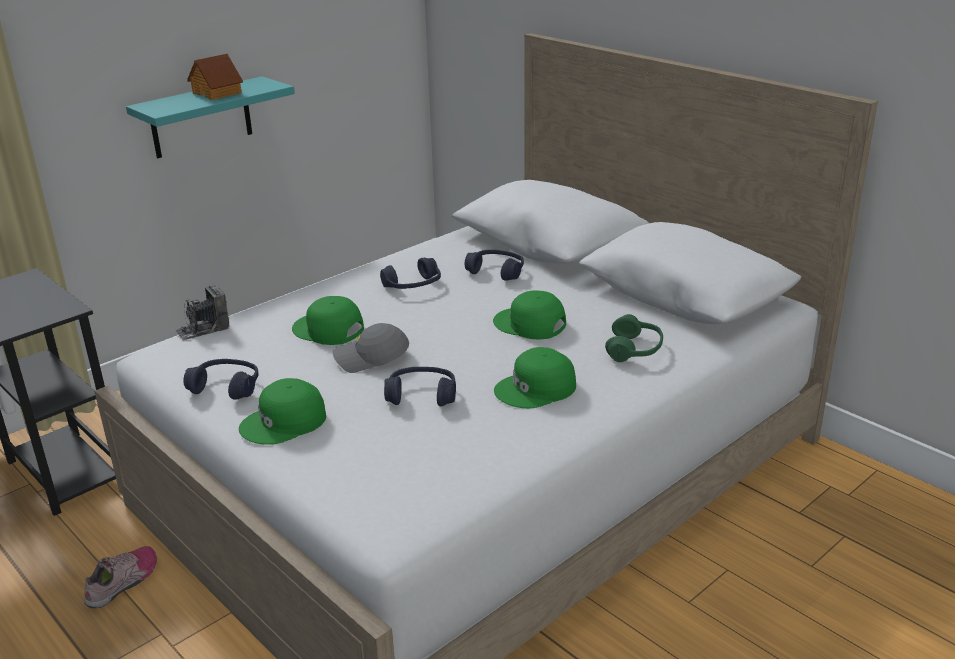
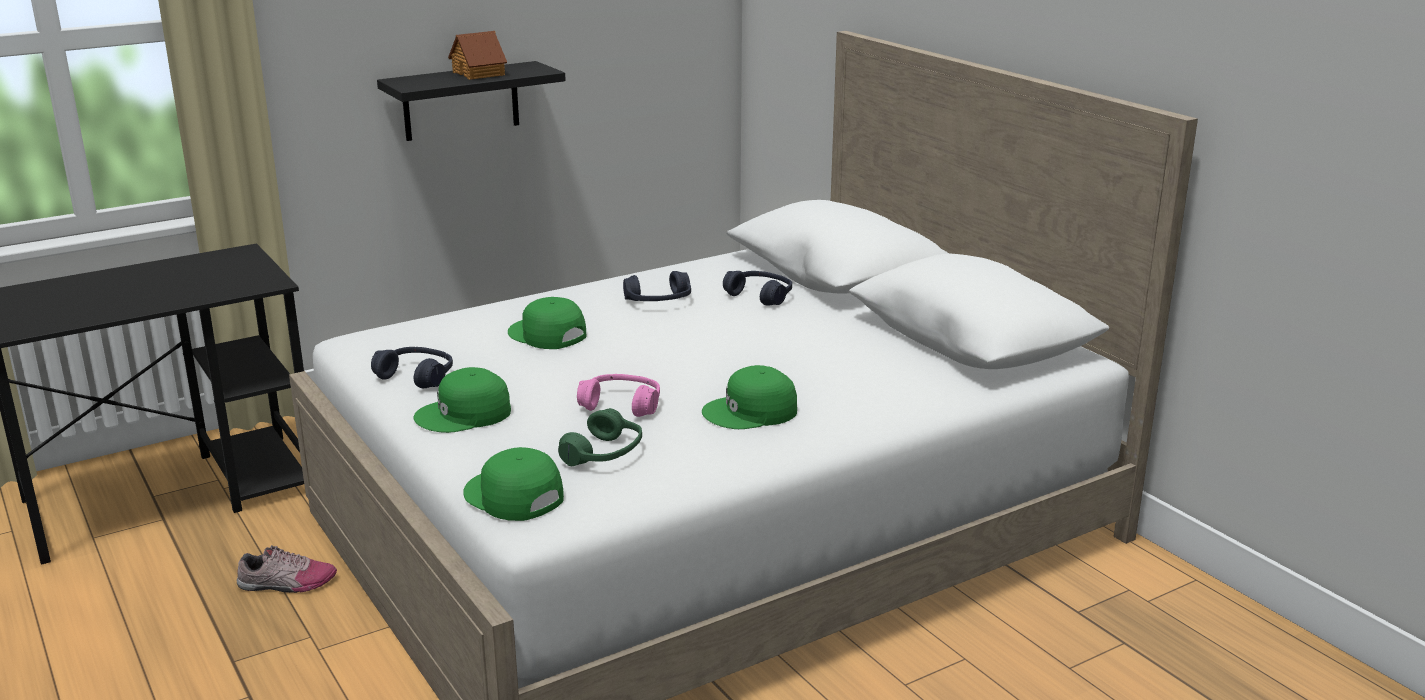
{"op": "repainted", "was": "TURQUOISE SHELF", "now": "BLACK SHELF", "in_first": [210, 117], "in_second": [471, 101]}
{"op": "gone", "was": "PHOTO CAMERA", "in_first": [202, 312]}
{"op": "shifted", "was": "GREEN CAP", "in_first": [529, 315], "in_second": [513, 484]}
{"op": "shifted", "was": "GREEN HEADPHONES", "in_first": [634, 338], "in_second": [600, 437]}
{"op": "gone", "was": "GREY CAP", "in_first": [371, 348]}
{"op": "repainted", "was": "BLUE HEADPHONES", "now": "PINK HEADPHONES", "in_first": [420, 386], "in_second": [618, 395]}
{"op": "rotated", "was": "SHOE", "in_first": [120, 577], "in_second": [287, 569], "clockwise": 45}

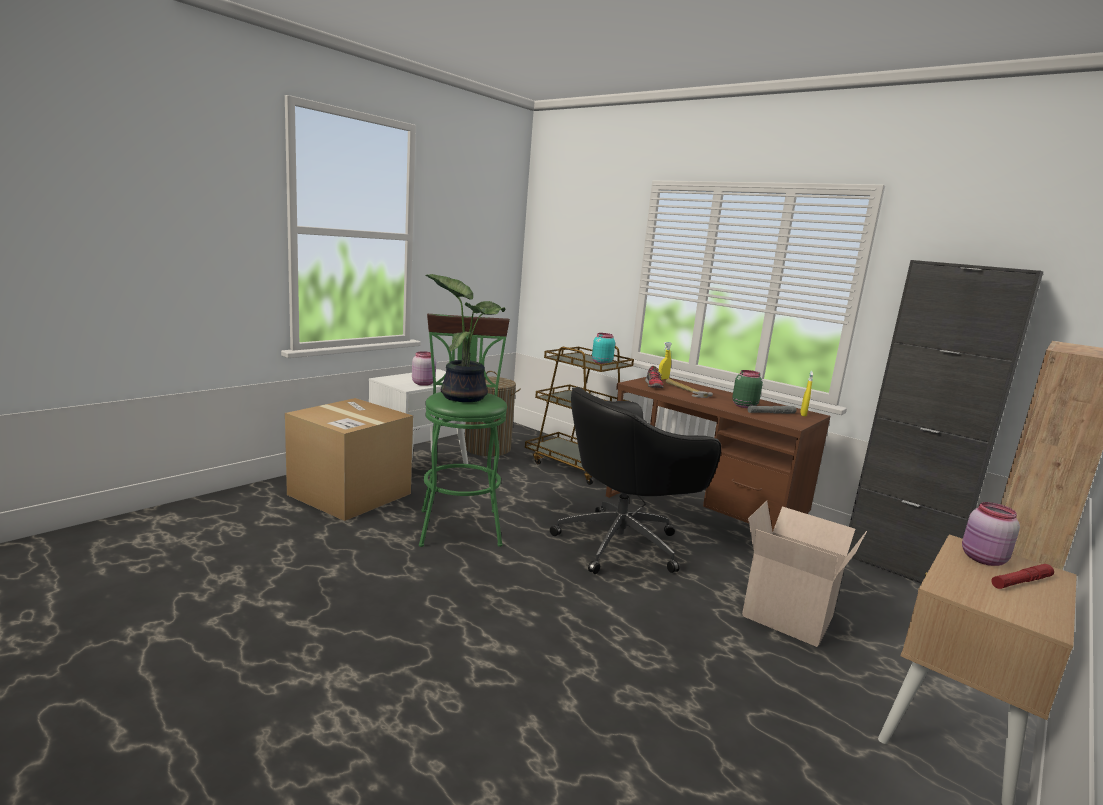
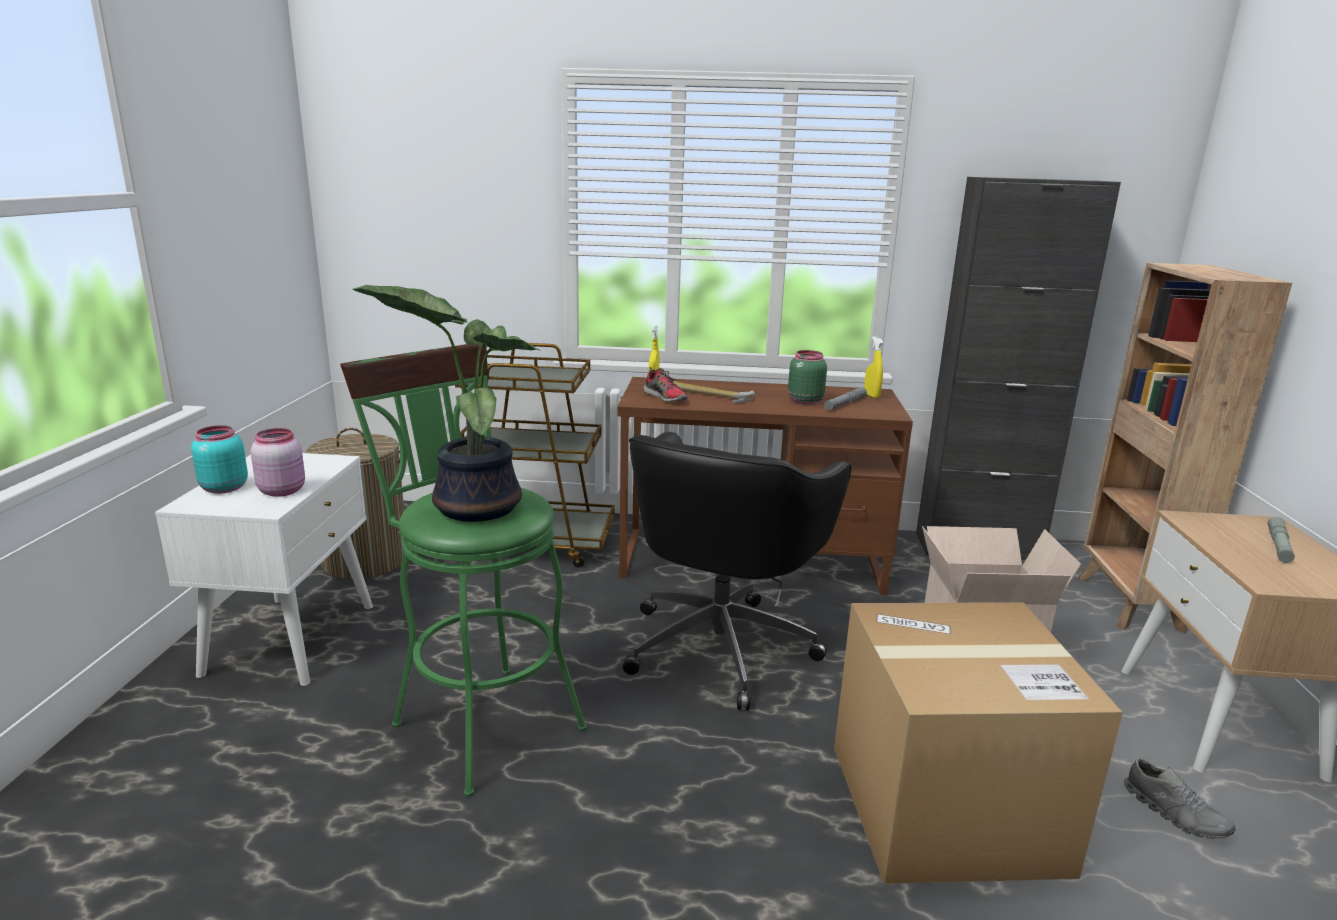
{"op": "shifted", "was": "TURQUOISE JAR", "in_first": [603, 348], "in_second": [219, 459]}
{"op": "shifted", "was": "CARDBOARD BOX", "in_first": [349, 459], "in_second": [978, 743]}
{"op": "gone", "was": "PINK JAR", "in_first": [991, 534]}
{"op": "repainted", "was": "RED FLASHLIGHT", "now": "GREY FLASHLIGHT", "in_first": [1022, 576], "in_second": [1281, 540]}
{"op": "new", "now": "GREY SHOE", "in_second": [1179, 798]}

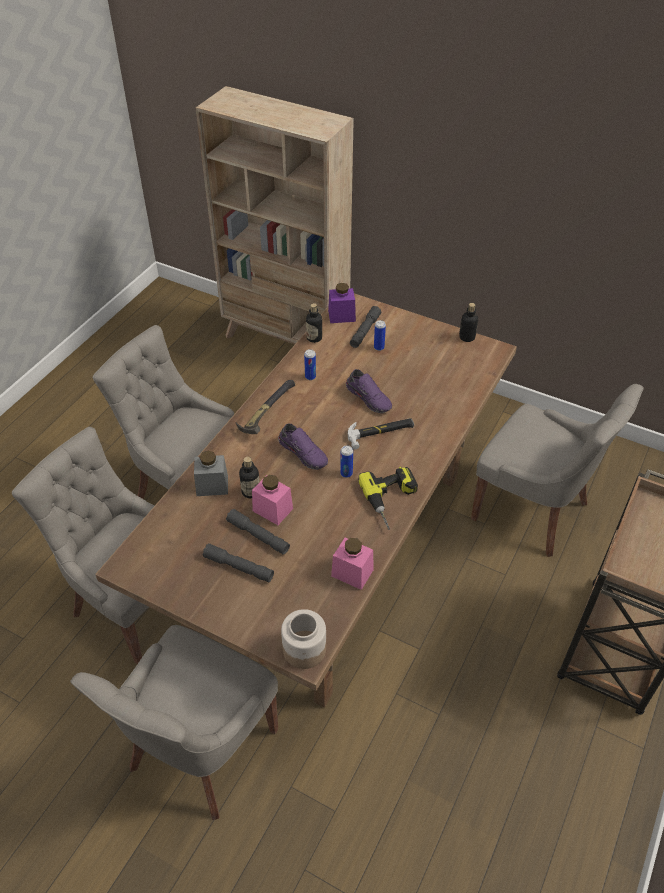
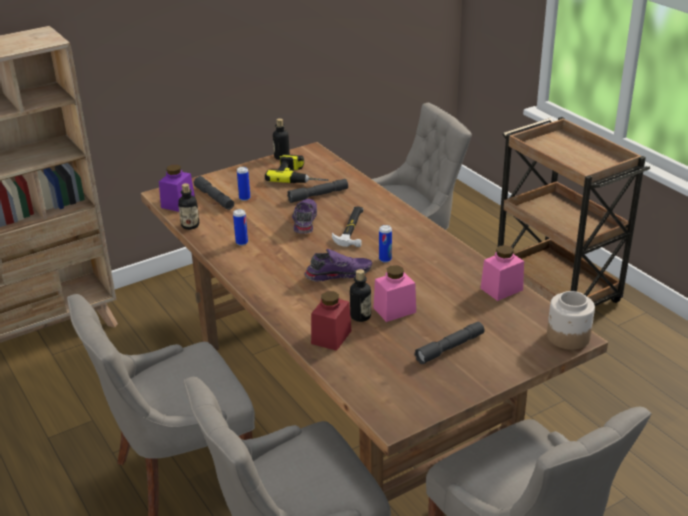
{"op": "rotated", "was": "PURPLE SHOE", "in_first": [369, 391], "in_second": [304, 216], "clockwise": -75}
{"op": "gone", "was": "HAMMER", "in_first": [265, 407]}
{"op": "repainted", "was": "GREY JAR", "now": "RED JAR", "in_first": [211, 473], "in_second": [331, 321]}
{"op": "shifted", "was": "POWER DRILL", "in_first": [388, 498], "in_second": [297, 168]}
{"op": "shifted", "was": "GREY FLASHLIGHT", "in_first": [258, 532], "in_second": [317, 191]}

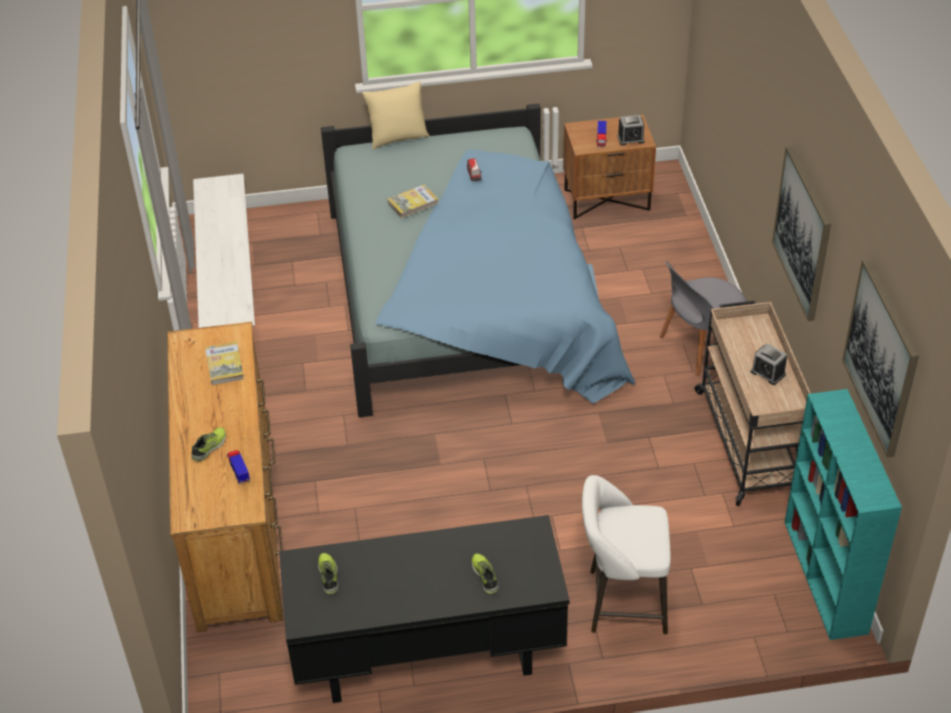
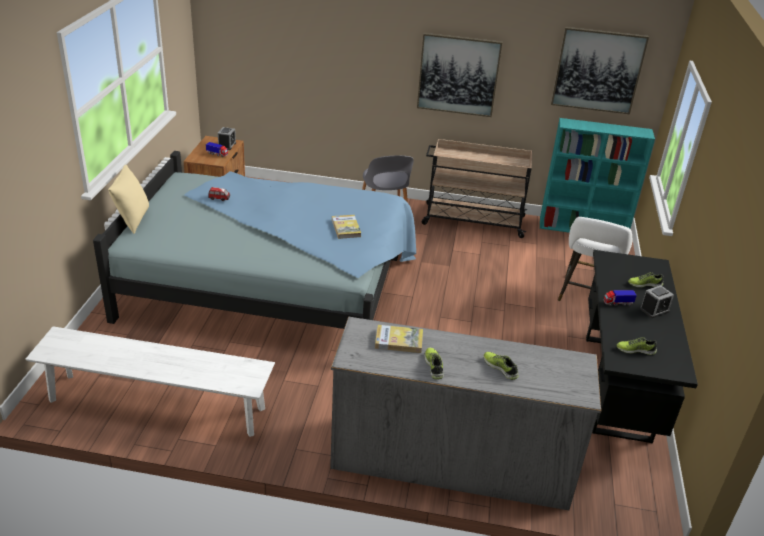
{"op": "shifted", "was": "BOOK", "in_first": [412, 201], "in_second": [346, 227]}
{"op": "repainted", "was": "BROWN DRESSER", "now": "GREY DRESSER", "in_first": [225, 477], "in_second": [465, 413]}
{"op": "shifted", "was": "ALARM CLOCK", "in_first": [769, 364], "in_second": [657, 301]}
{"op": "shifted", "was": "TOY TRUCK", "in_first": [238, 467], "in_second": [620, 298]}
{"op": "new", "now": "SHOE", "in_second": [433, 364]}

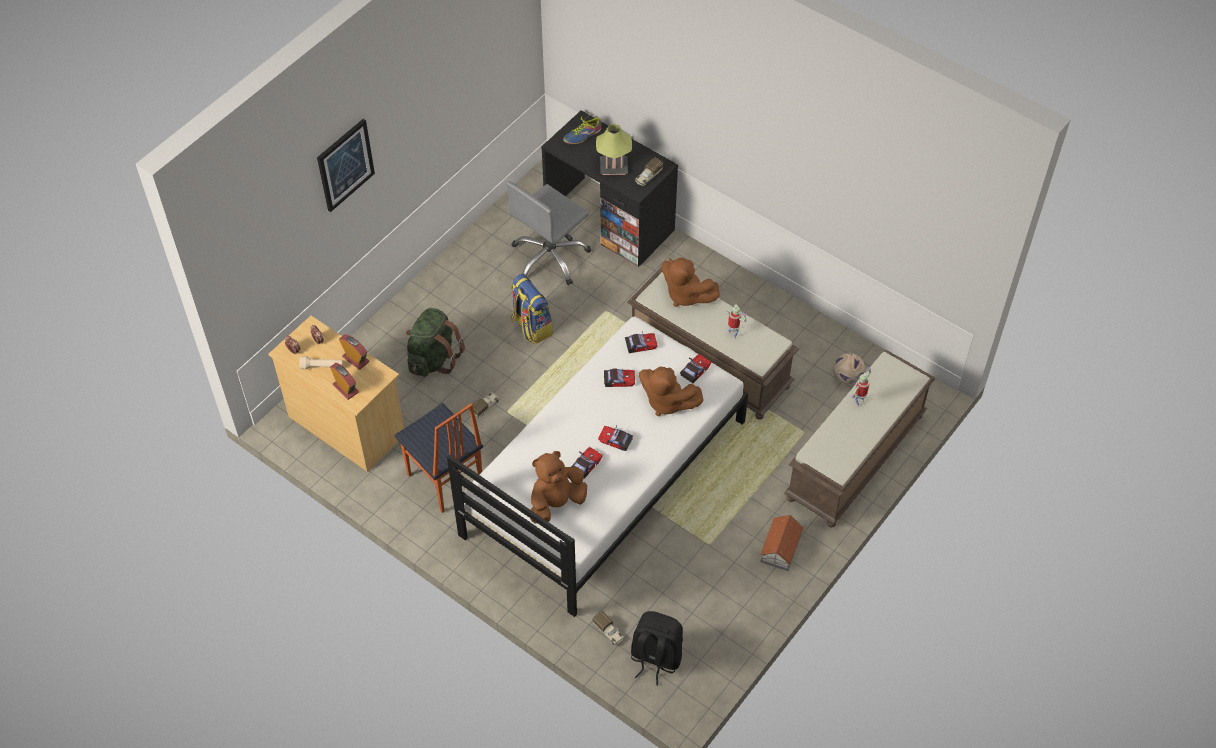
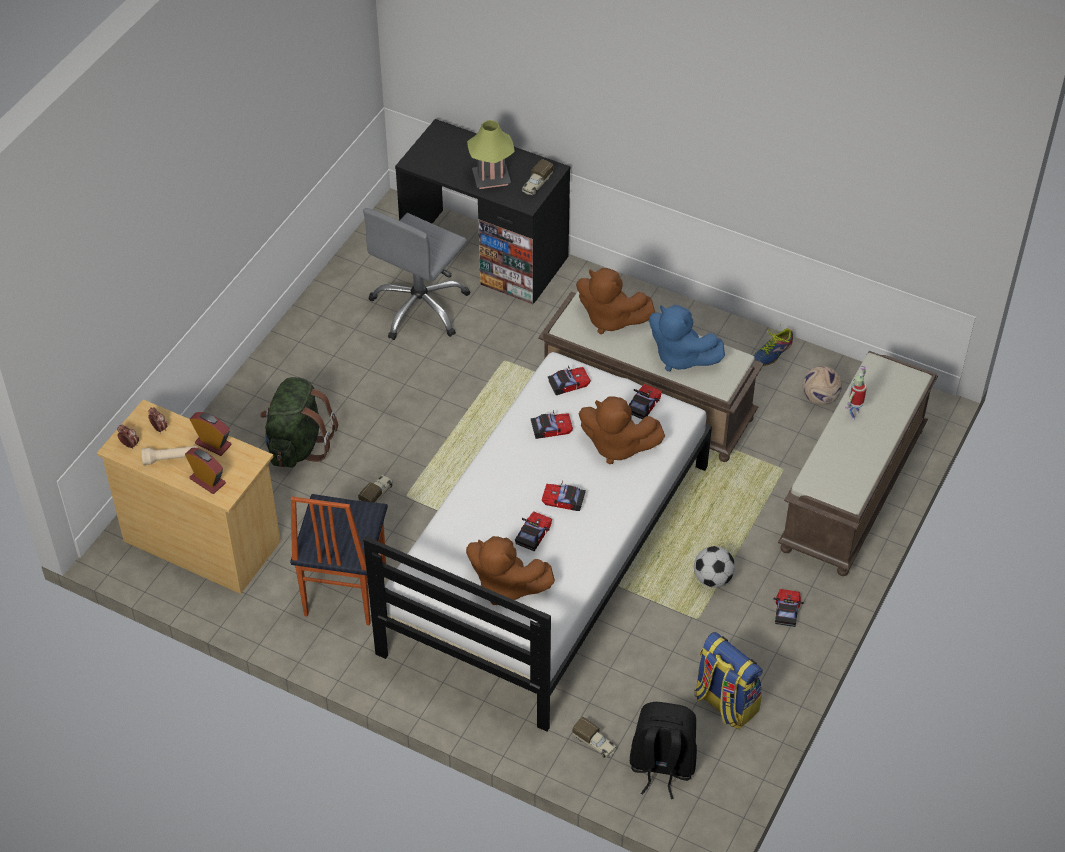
{"op": "shifted", "was": "SHOE", "in_first": [582, 129], "in_second": [773, 346]}
{"op": "gone", "was": "PICTURE", "in_first": [346, 165]}
{"op": "shifted", "was": "BACKPACK", "in_first": [532, 309], "in_second": [728, 680]}
{"op": "swapped", "was": "TOY ROBOT", "now": "BLUE PLUSH TOY", "in_first": [737, 322], "in_second": [687, 338]}
{"op": "rotated", "was": "CHAIR", "in_first": [438, 458], "in_second": [339, 559], "clockwise": 60}
{"op": "rotated", "was": "BROWN PLUSH TOY", "in_first": [558, 487], "in_second": [510, 570], "clockwise": -105}
{"op": "swapped", "was": "TOY HOUSE", "now": "TOY CAR", "in_first": [782, 543], "in_second": [788, 608]}
{"op": "new", "now": "FOOTBALL", "in_second": [714, 567]}

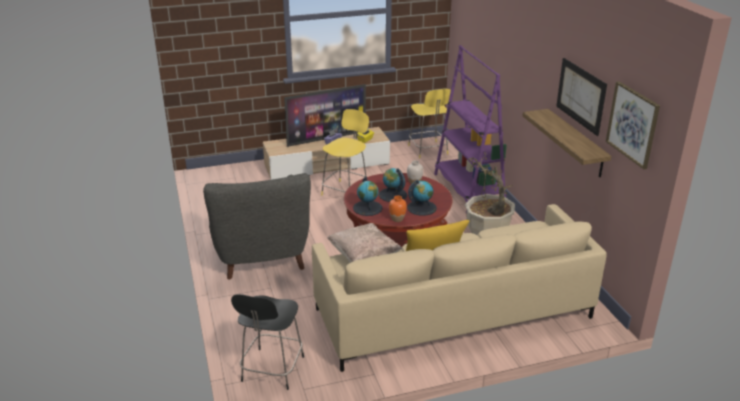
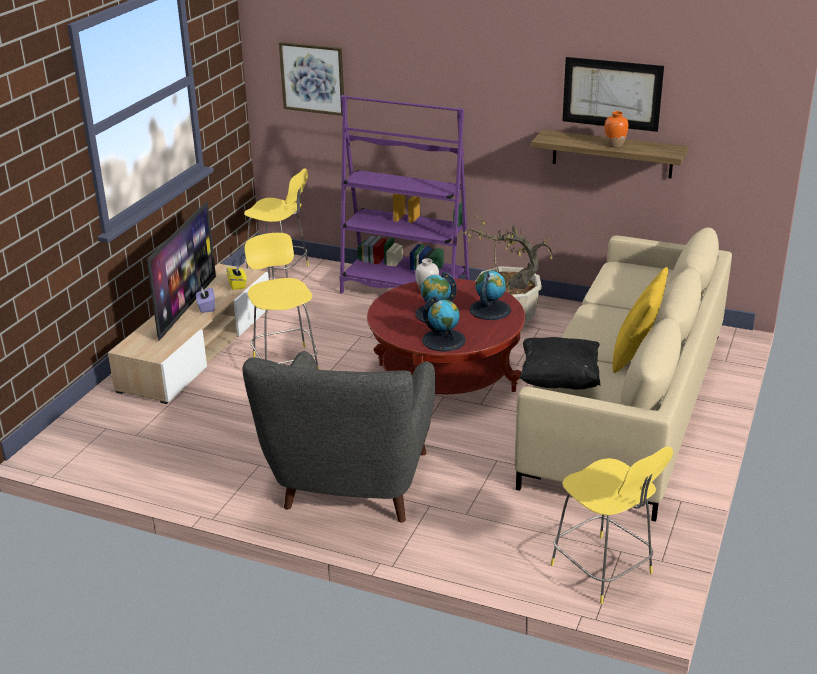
{"op": "shifted", "was": "PICTURE", "in_first": [633, 125], "in_second": [311, 79]}
{"op": "rotated", "was": "GREY ARMCHAIR", "in_first": [257, 226], "in_second": [339, 436], "clockwise": 75}
{"op": "shifted", "was": "ORANGE VASE", "in_first": [398, 208], "in_second": [616, 129]}
{"op": "repainted", "was": "BEIGE PILLOW", "now": "BLACK PILLOW", "in_first": [364, 243], "in_second": [559, 363]}
{"op": "repainted", "was": "BLACK STOOL", "now": "YELLOW STOOL", "in_first": [267, 342], "in_second": [612, 525]}

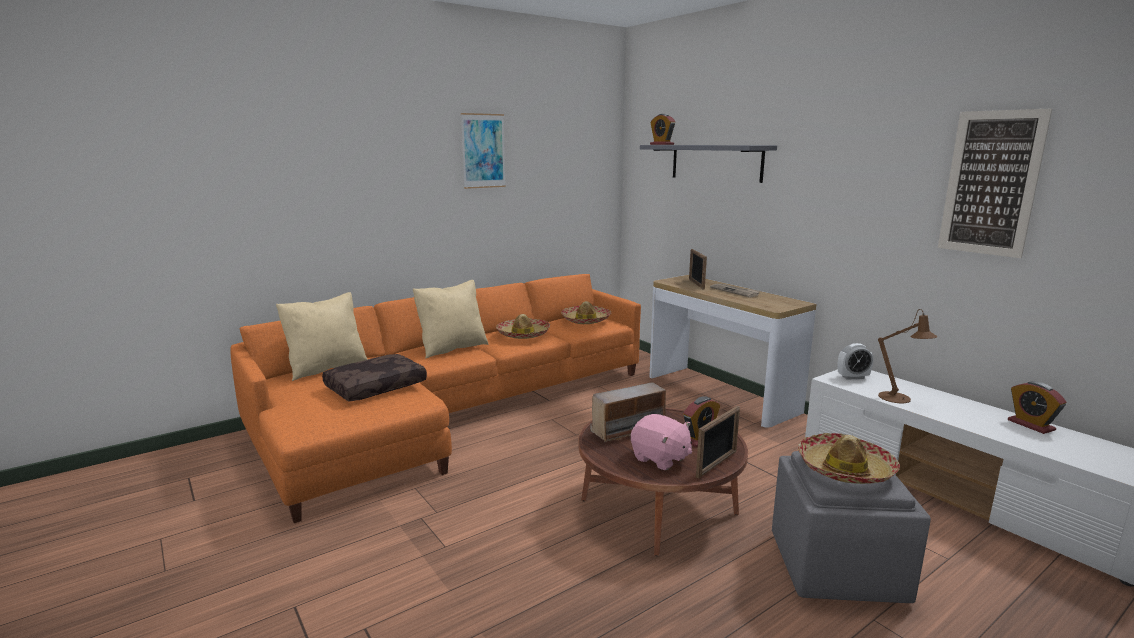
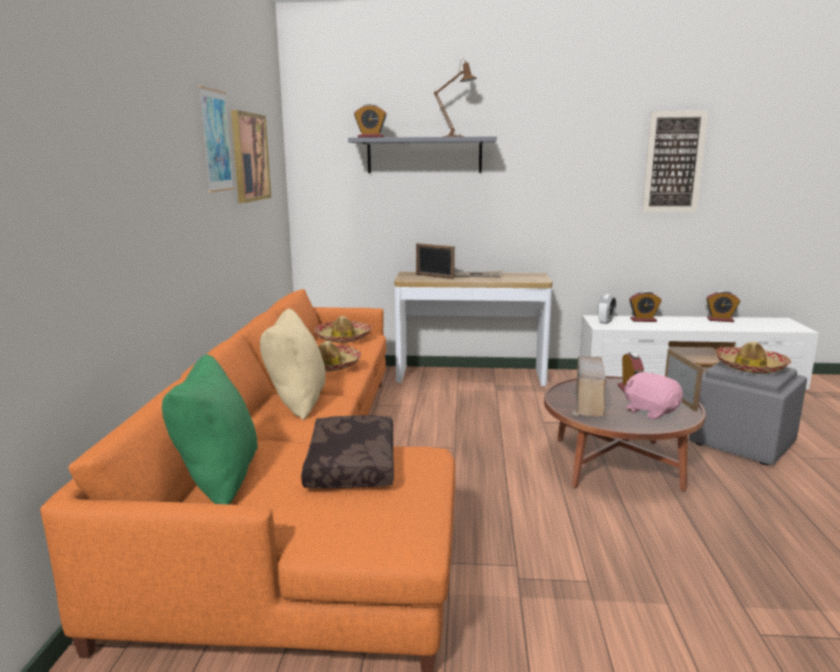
{"op": "repainted", "was": "BEIGE PILLOW", "now": "GREEN PILLOW", "in_first": [322, 336], "in_second": [210, 429]}
{"op": "shifted", "was": "BROWN TABLE LAMP", "in_first": [908, 356], "in_second": [455, 97]}
{"op": "rotated", "was": "PINK PLUSH TOY", "in_first": [661, 442], "in_second": [653, 396], "clockwise": -120}
{"op": "new", "now": "PICTURE", "in_second": [251, 156]}
{"op": "new", "now": "ALARM CLOCK", "in_second": [645, 306]}

